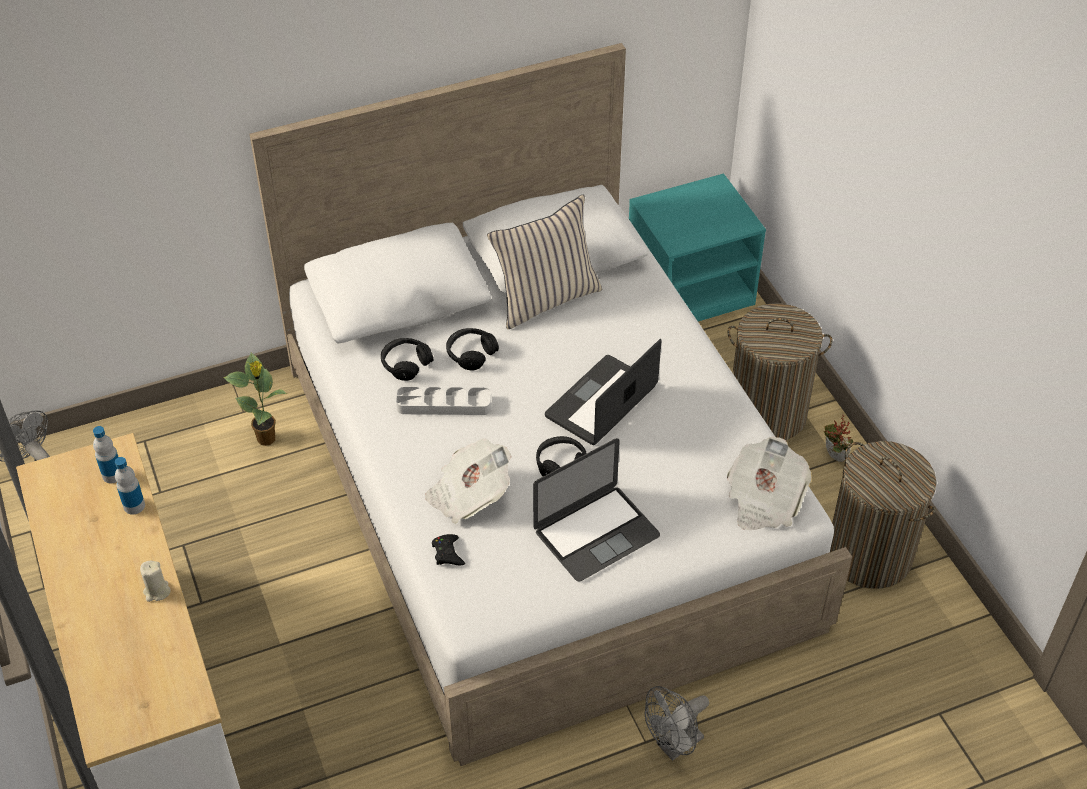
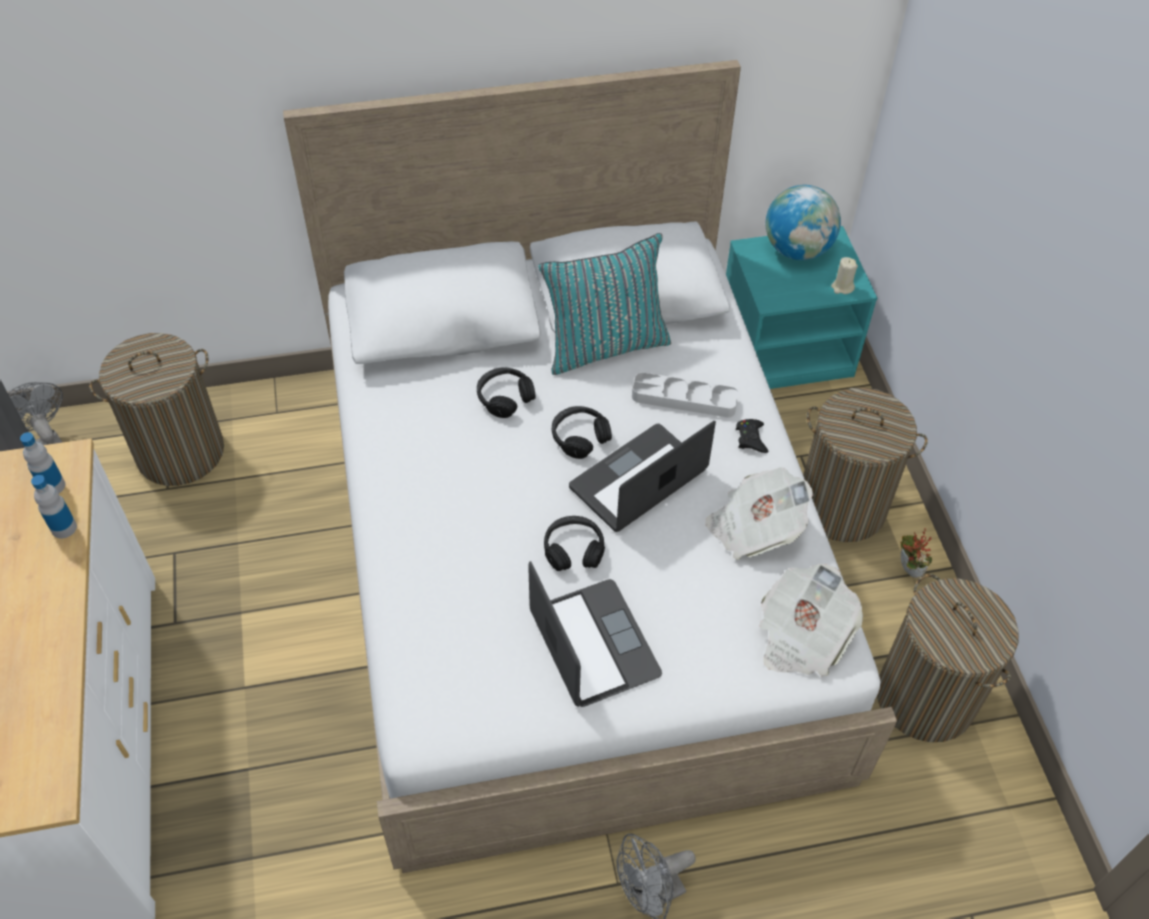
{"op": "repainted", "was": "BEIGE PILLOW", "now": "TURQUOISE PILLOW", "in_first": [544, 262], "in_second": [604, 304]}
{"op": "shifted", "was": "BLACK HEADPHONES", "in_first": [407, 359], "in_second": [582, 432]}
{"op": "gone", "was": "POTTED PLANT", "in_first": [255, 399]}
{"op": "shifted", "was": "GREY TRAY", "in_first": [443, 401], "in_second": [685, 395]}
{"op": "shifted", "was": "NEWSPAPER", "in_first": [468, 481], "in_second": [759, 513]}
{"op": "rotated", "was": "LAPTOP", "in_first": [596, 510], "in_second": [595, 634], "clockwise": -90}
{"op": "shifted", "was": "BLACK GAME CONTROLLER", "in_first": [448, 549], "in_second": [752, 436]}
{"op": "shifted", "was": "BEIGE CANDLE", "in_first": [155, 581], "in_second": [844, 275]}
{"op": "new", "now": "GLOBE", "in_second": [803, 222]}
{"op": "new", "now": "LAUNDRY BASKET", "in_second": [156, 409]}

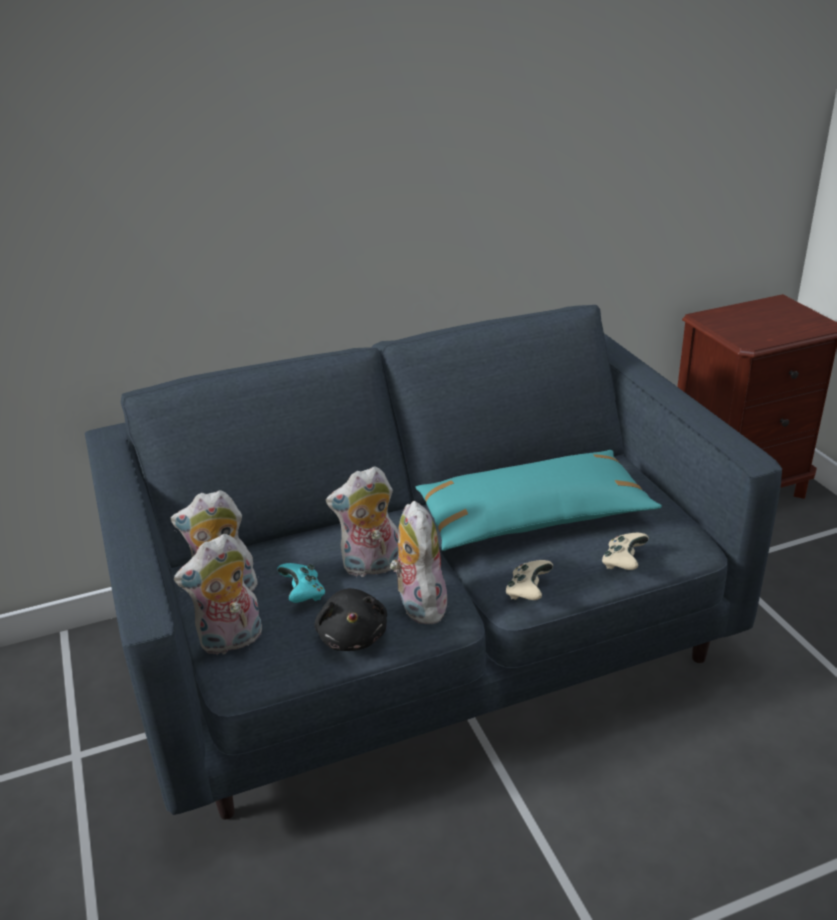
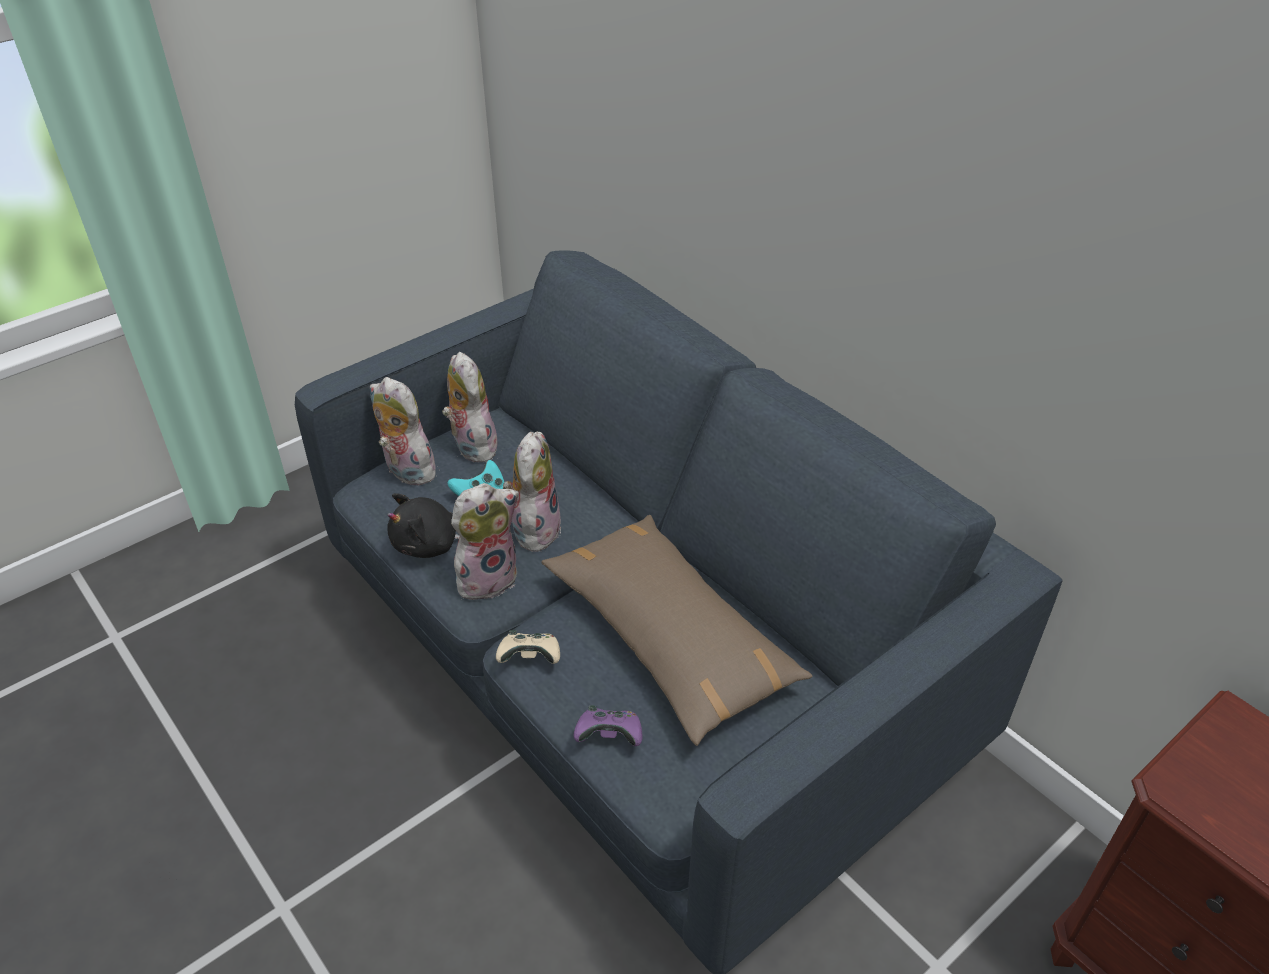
{"op": "repainted", "was": "TURQUOISE PILLOW", "now": "BROWN PILLOW", "in_first": [538, 500], "in_second": [677, 630]}
{"op": "rotated", "was": "PLUSH TOY", "in_first": [362, 521], "in_second": [532, 493], "clockwise": 45}
{"op": "repainted", "was": "BEIGE GAME CONTROLLER", "now": "PURPLE GAME CONTROLLER", "in_first": [625, 551], "in_second": [608, 725]}

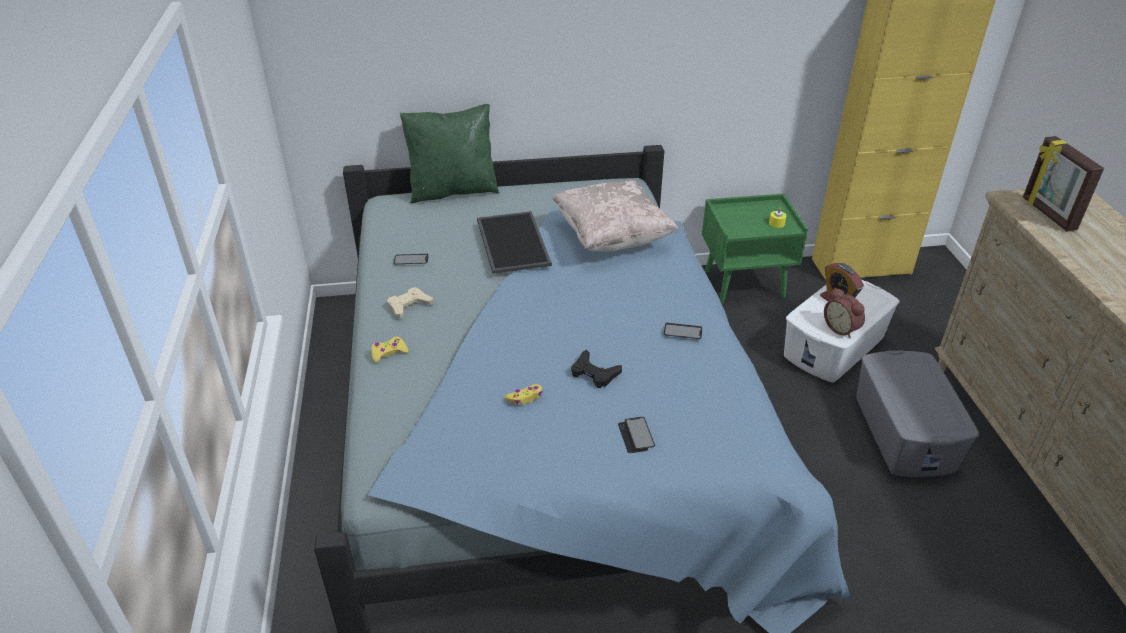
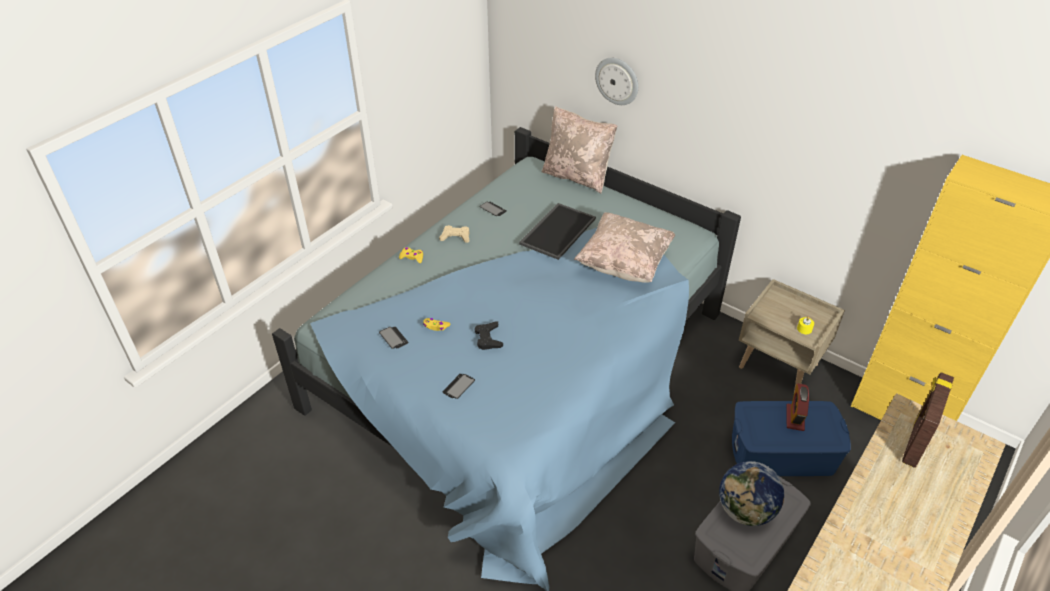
{"op": "repainted", "was": "GREEN PILLOW", "now": "BEIGE PILLOW", "in_first": [449, 153], "in_second": [579, 150]}
{"op": "repainted", "was": "GREEN NIGHTSTAND", "now": "BEIGE NIGHTSTAND", "in_first": [755, 249], "in_second": [792, 335]}
{"op": "repainted", "was": "WHITE STORAGE BOX", "now": "BLUE STORAGE BOX", "in_first": [841, 331], "in_second": [791, 438]}
{"op": "gone", "was": "ALARM CLOCK", "in_first": [844, 313]}
{"op": "shifted", "was": "PHONE", "in_first": [683, 331], "in_second": [394, 338]}
{"op": "new", "now": "WALL CLOCK", "in_second": [616, 81]}
{"op": "new", "now": "GLOBE", "in_second": [751, 493]}

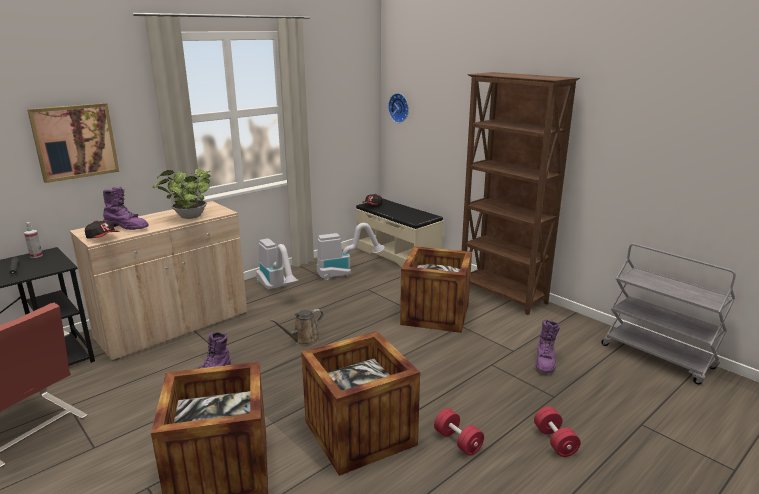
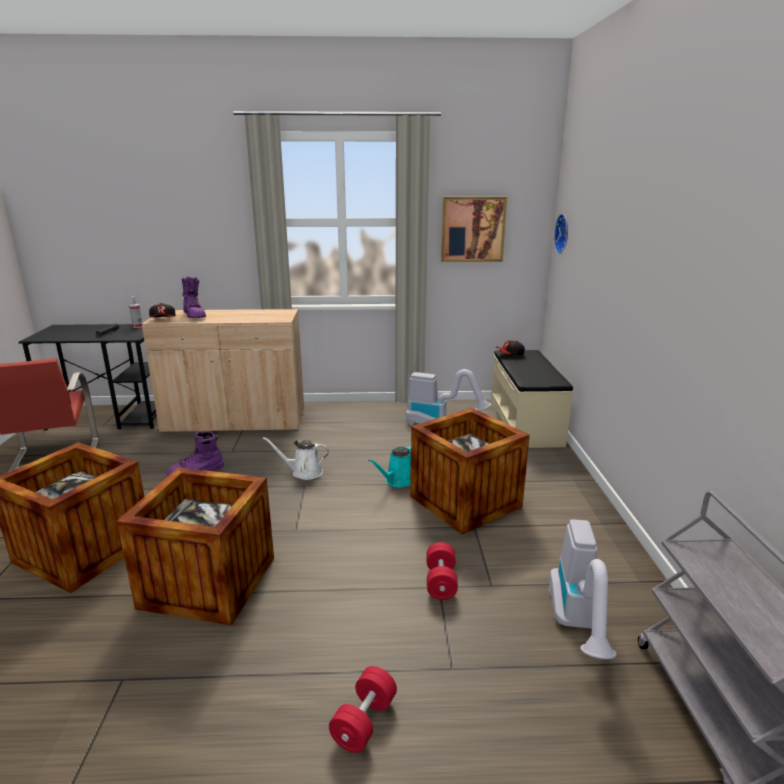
{"op": "gone", "was": "BROWN BOOKCASE", "in_first": [521, 193]}
{"op": "shifted", "was": "PICTURE", "in_first": [73, 143], "in_second": [474, 229]}
{"op": "gone", "was": "POTTED PLANT", "in_first": [181, 194]}
{"op": "shifted", "was": "VACUUM CLEANER", "in_first": [277, 264], "in_second": [583, 589]}
{"op": "repainted", "was": "BROWN WATERING CAN", "now": "WHITE WATERING CAN", "in_first": [296, 327], "in_second": [296, 458]}
{"op": "gone", "was": "PURPLE BOOT", "in_first": [548, 346]}
{"op": "shifted", "was": "RED DUMBBELL", "in_first": [459, 432], "in_second": [442, 571]}
{"op": "new", "now": "TURQUOISE WATERING CAN", "in_second": [389, 466]}

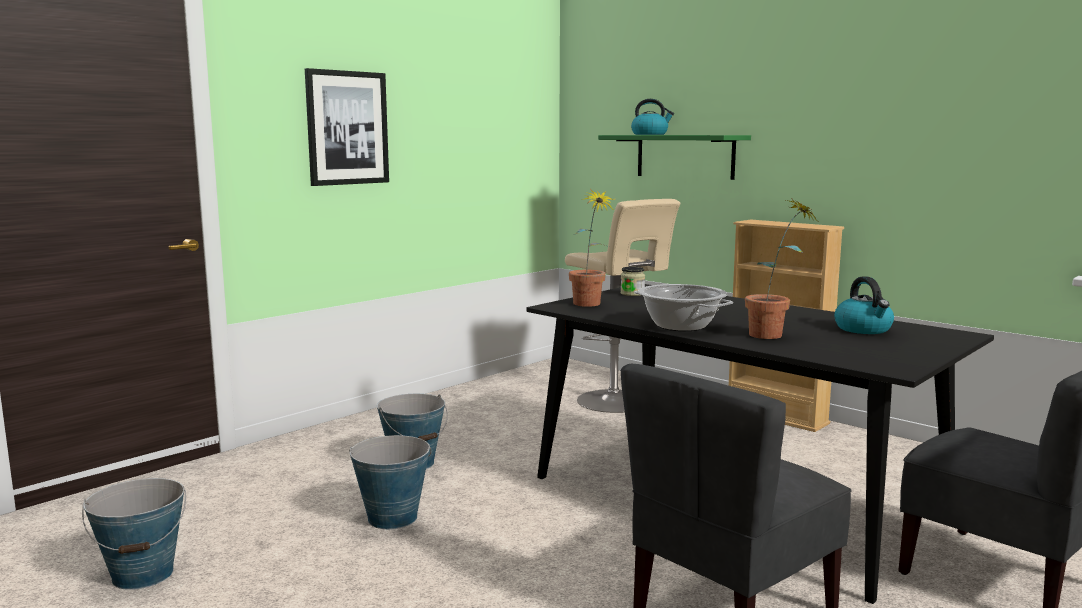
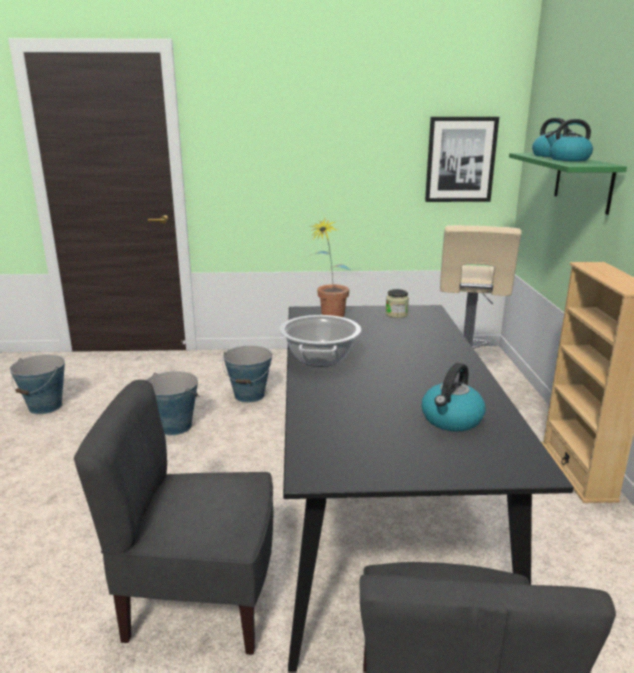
{"op": "shifted", "was": "PICTURE", "in_first": [347, 127], "in_second": [462, 159]}
{"op": "gone", "was": "POTTED PLANT", "in_first": [781, 269]}
{"op": "new", "now": "KETTLE", "in_second": [569, 140]}

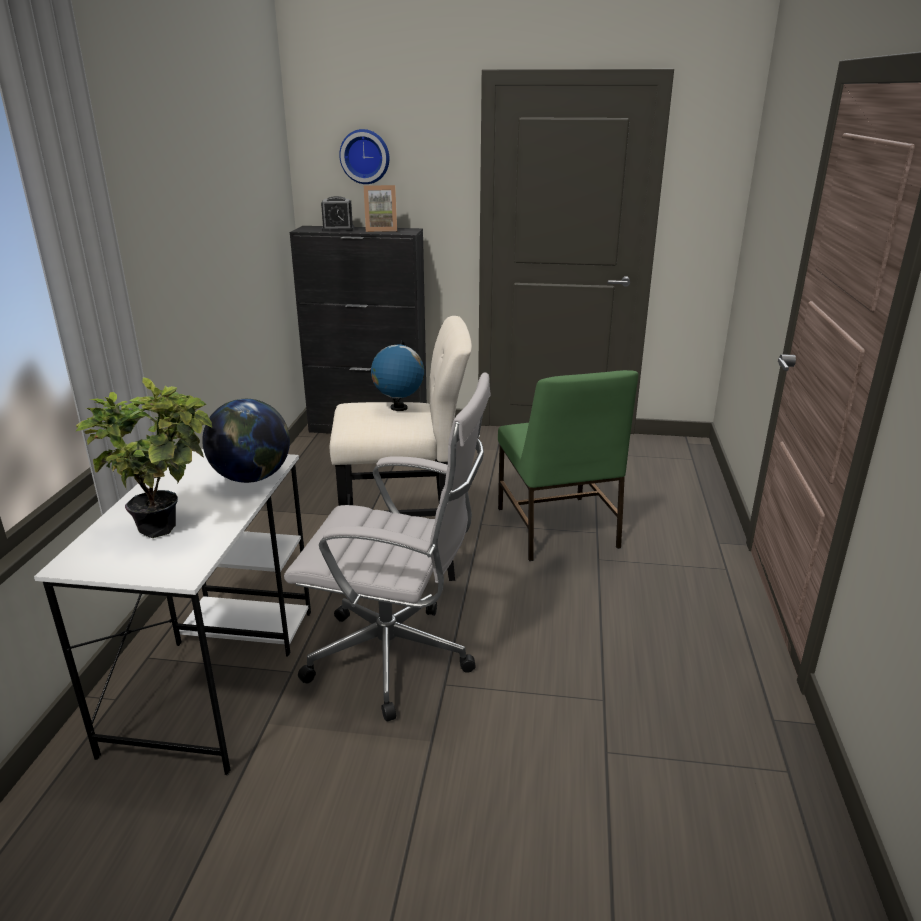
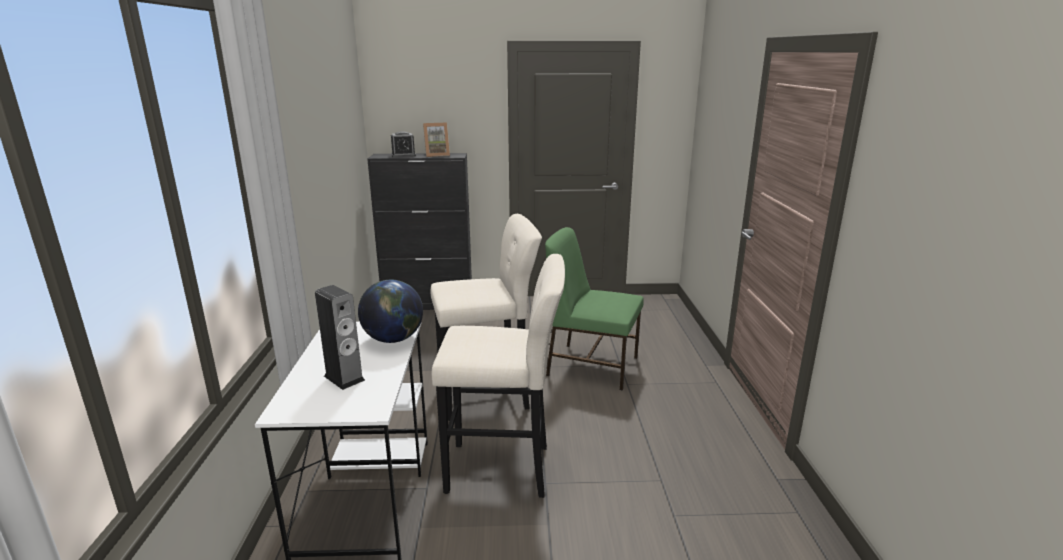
{"op": "gone", "was": "WALL CLOCK", "in_first": [364, 156]}
{"op": "gone", "was": "GLOBE", "in_first": [397, 375]}
{"op": "rotated", "was": "GREEN CHAIR", "in_first": [568, 465], "in_second": [594, 309], "clockwise": 135}
{"op": "swapped", "was": "WHITE OFFICE CHAIR", "now": "BEIGE STOOL", "in_first": [387, 547], "in_second": [498, 376]}
{"op": "swapped", "was": "POTTED PLANT", "now": "SPEAKER", "in_first": [144, 457], "in_second": [340, 337]}

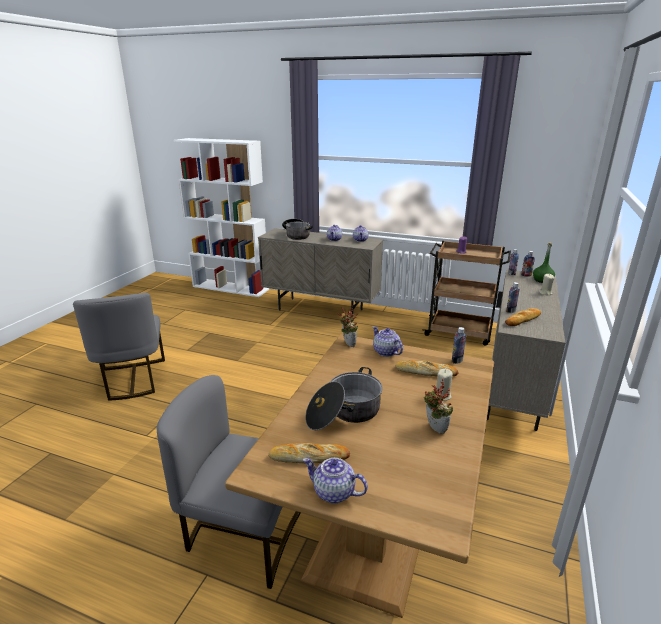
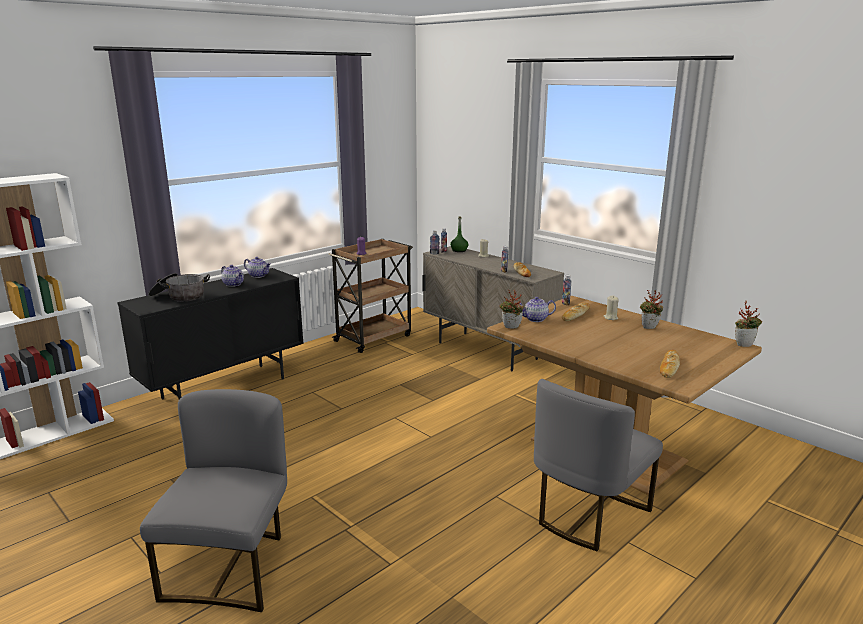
{"op": "repainted", "was": "BEIGE CABINET", "now": "BLACK CABINET", "in_first": [320, 275], "in_second": [210, 334]}
{"op": "rotated", "was": "GREY CHAIR", "in_first": [119, 347], "in_second": [213, 500], "clockwise": -90}
{"op": "gone", "was": "COOKING POT", "in_first": [344, 398]}
{"op": "gone", "was": "TEAPOT", "in_first": [335, 480]}
{"op": "new", "now": "POTTED PLANT", "in_second": [748, 324]}

